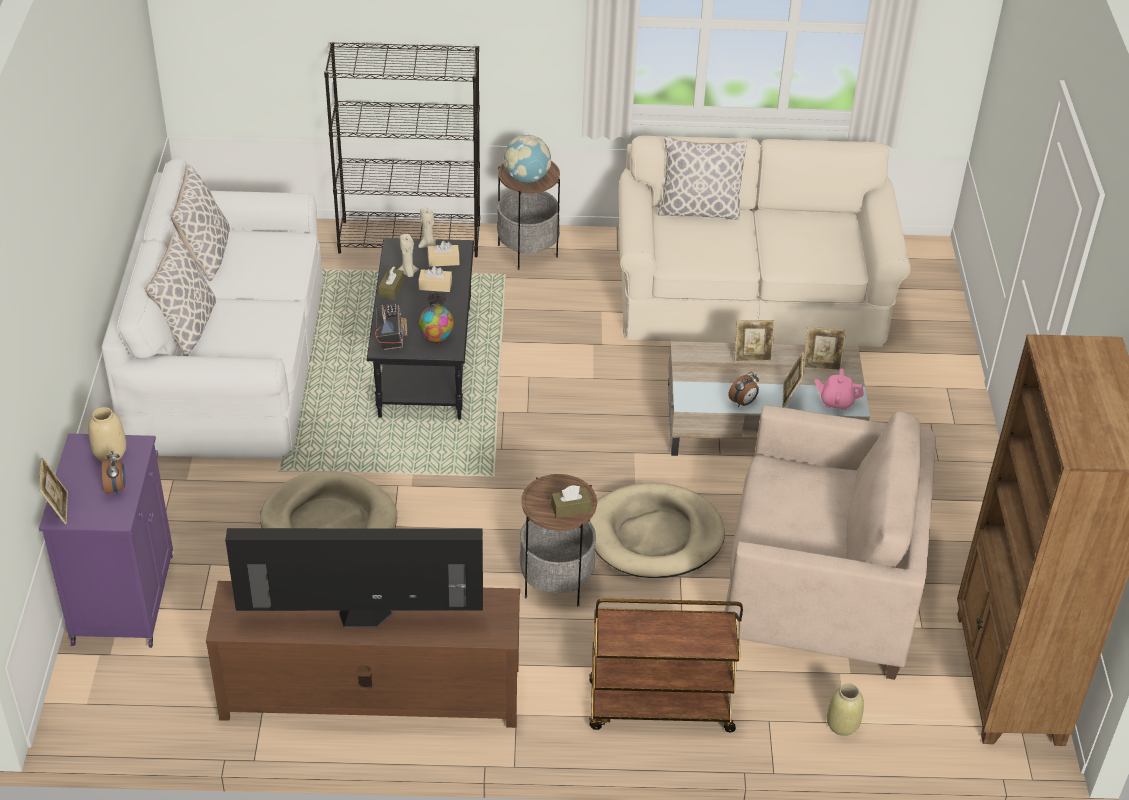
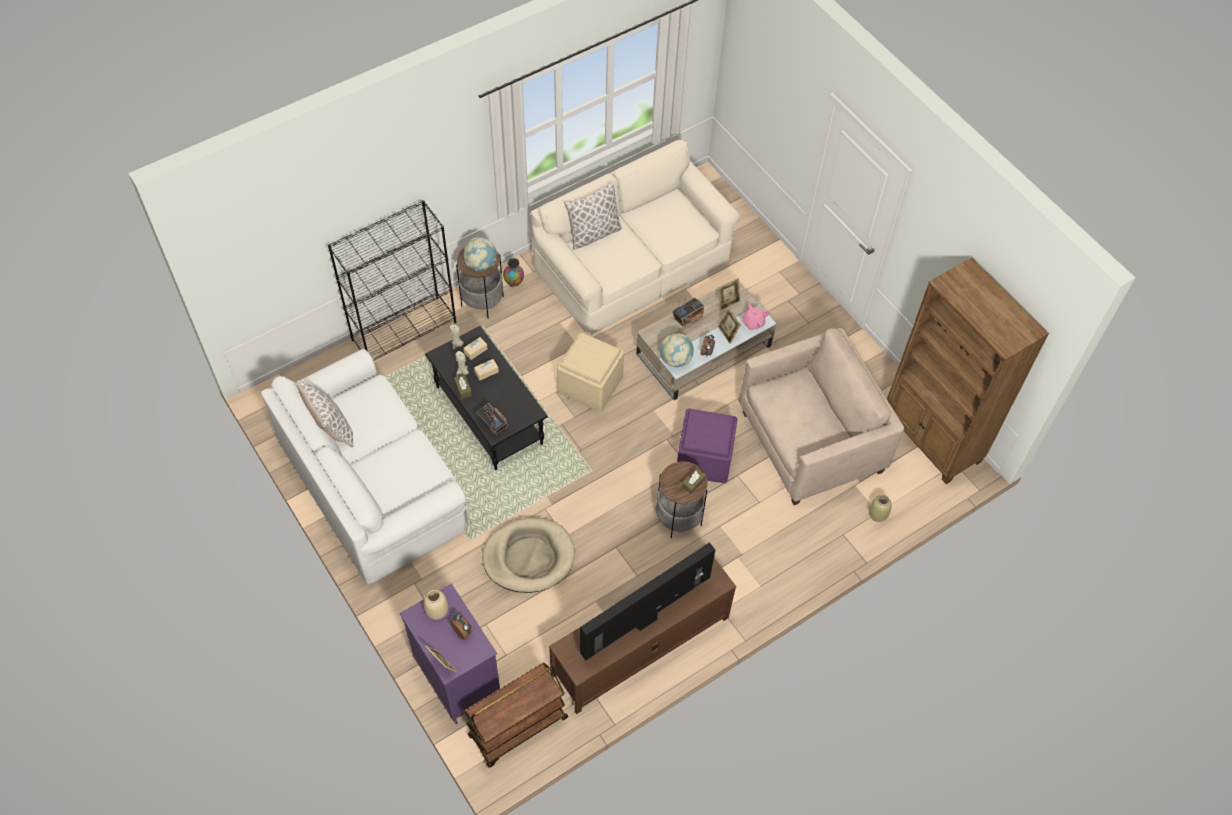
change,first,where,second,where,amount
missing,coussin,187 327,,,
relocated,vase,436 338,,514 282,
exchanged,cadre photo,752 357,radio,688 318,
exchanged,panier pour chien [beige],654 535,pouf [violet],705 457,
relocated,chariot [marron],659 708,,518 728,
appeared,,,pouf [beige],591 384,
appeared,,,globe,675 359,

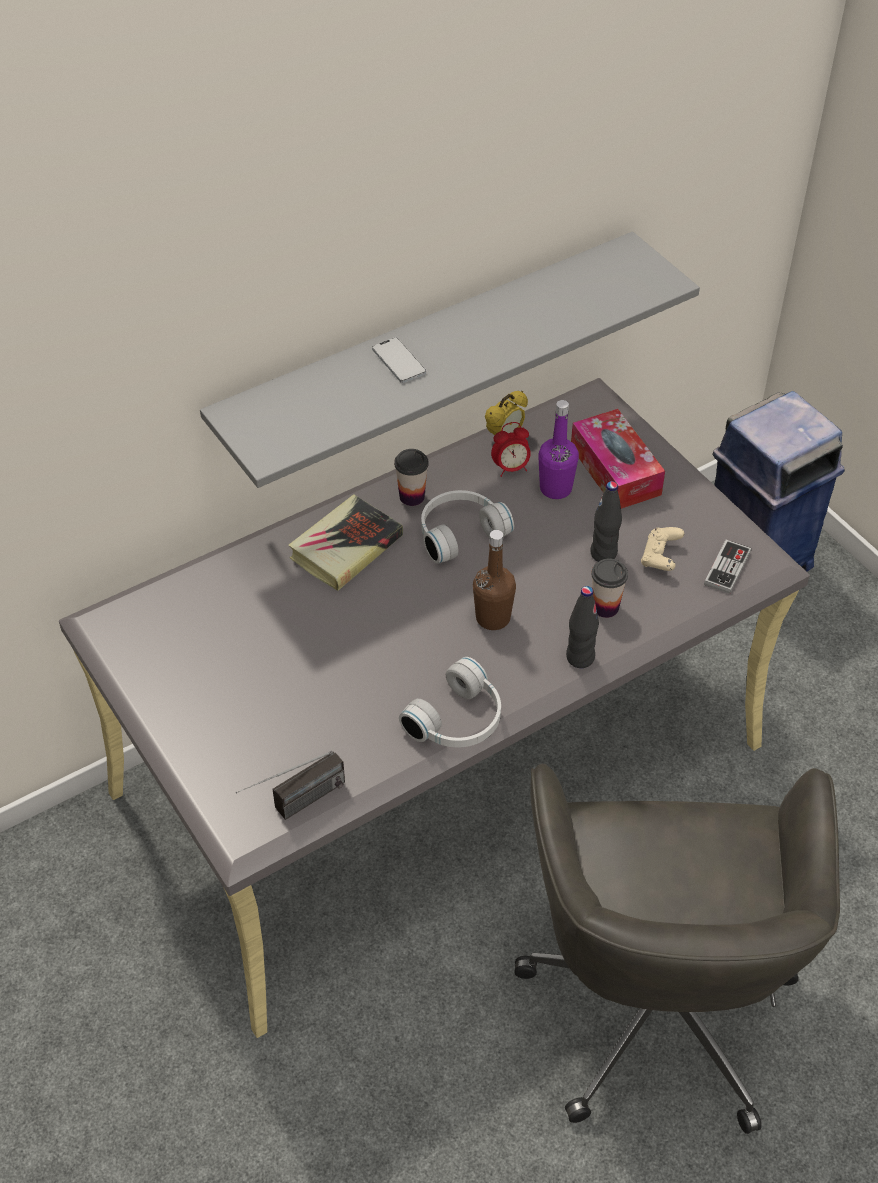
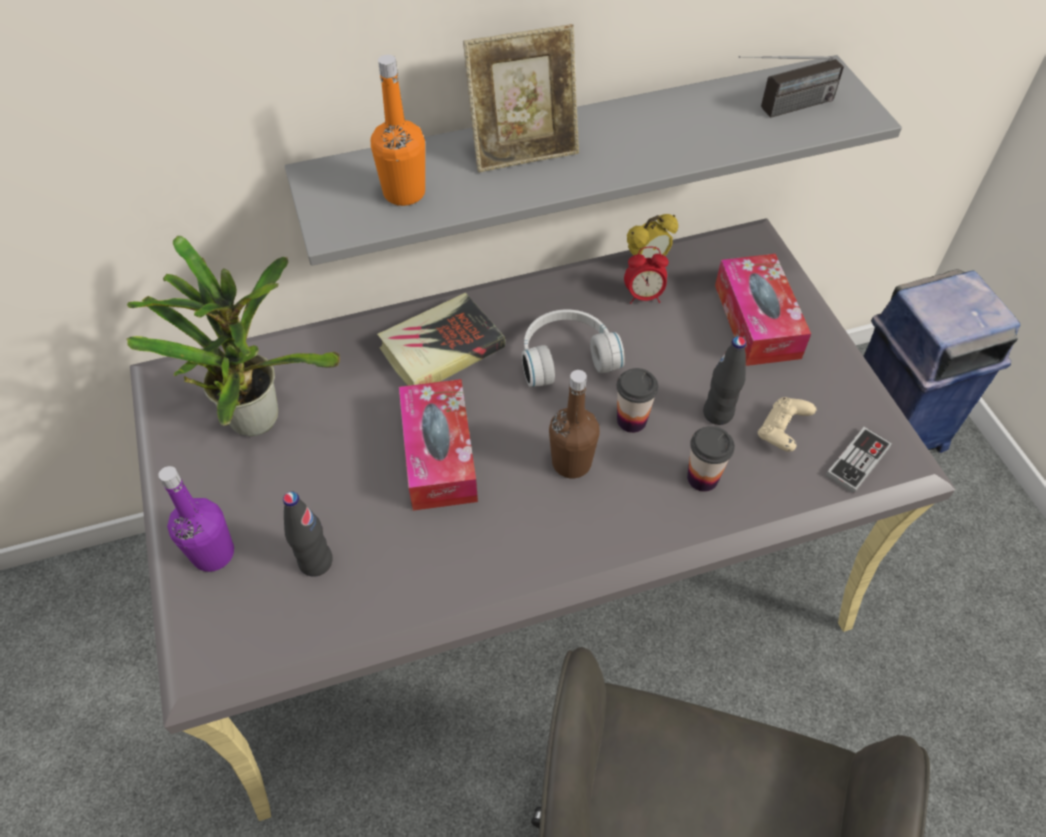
change,first,where,second,where,amount
exchanged,téléphone,399 361,cadre photo,524 151,
relocated,bouteille [violet],555 488,,213 553,
relocated,tasse,412 497,,631 420,
relocated,bouteille [noir],580 658,,315 562,
missing,casque audio [blanc],459 721,,,
relocated,radio,295 807,,781 109,
appeared,,,bouteille [orange],404 193,
appeared,,,plante en pot,254 413,
appeared,,,boîte à mouchoirs,439 455,

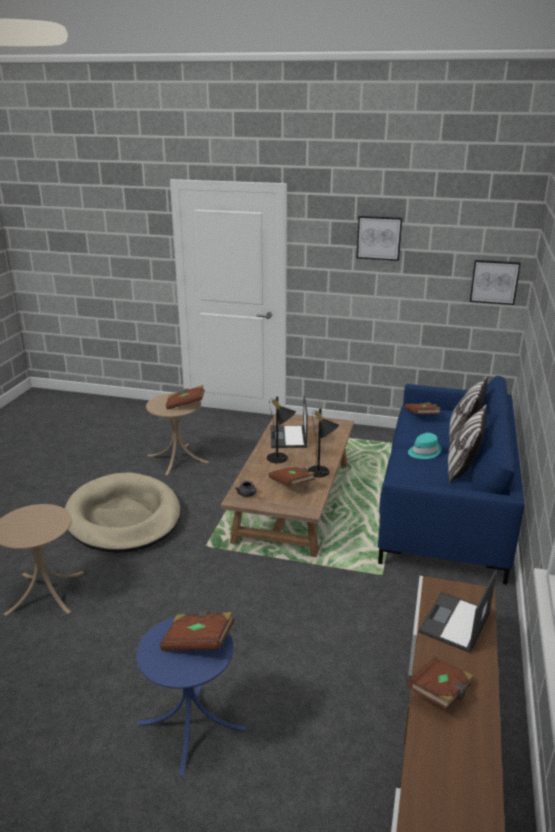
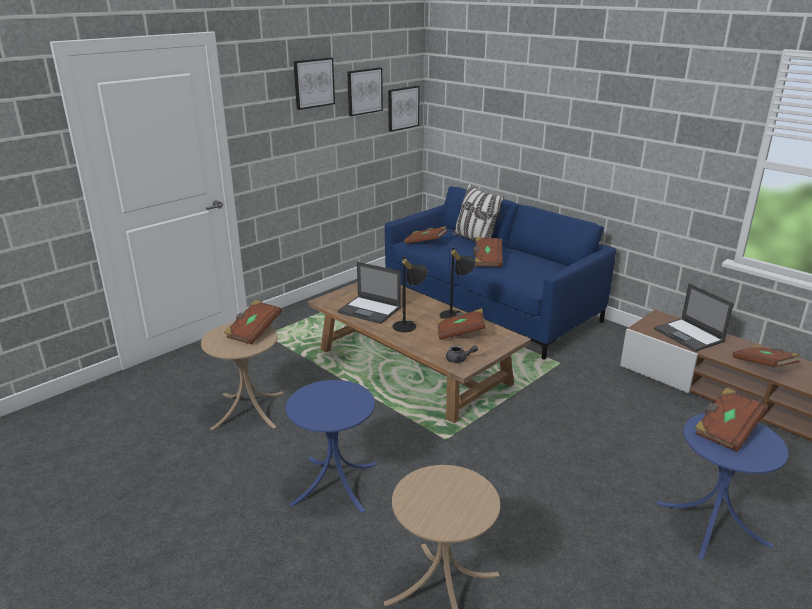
change,first,where,second,where,amount
missing,coussin,462 469,,,
exchanged,chapeau [turquoise],424 451,livre [marron],487 260,
exchanged,panier pour chien [beige],123 517,table d'appoint [bleu],335 483,
appeared,,,tableau,364 91,

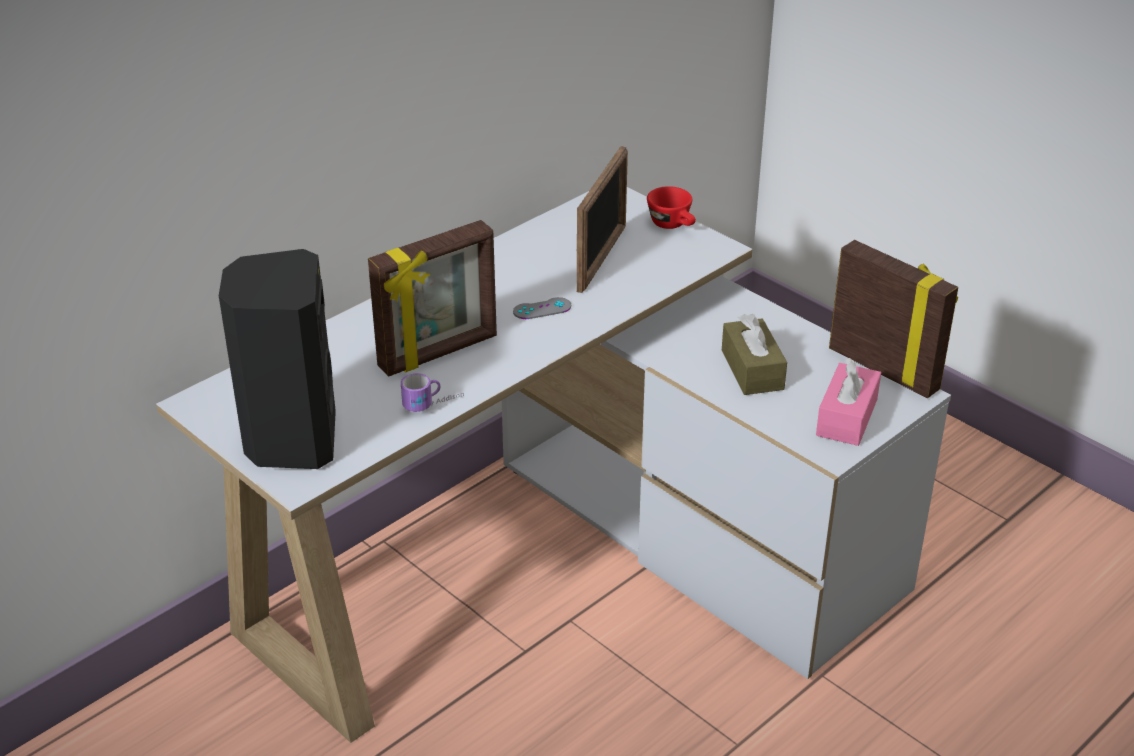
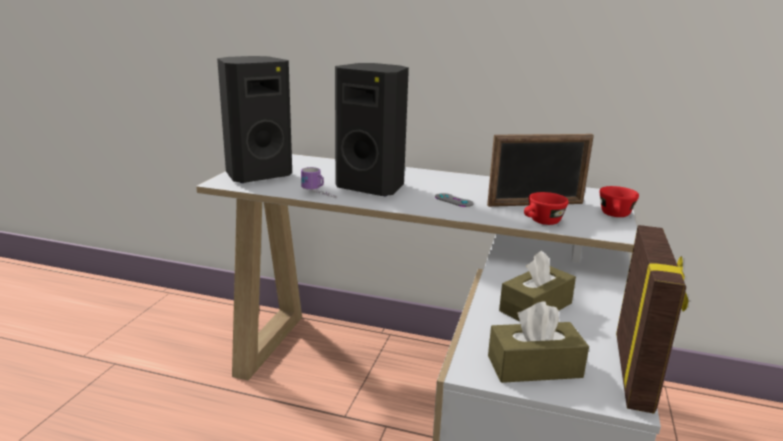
change,first,where,second,where,amount
exchanged,cadre photo,439 353,enceinte [noir],372 187,
colour,boîte à mouchoirs [rose],846 417,boîte à mouchoirs [marron],534 367,
appeared,,,tasse [rouge],541 222,

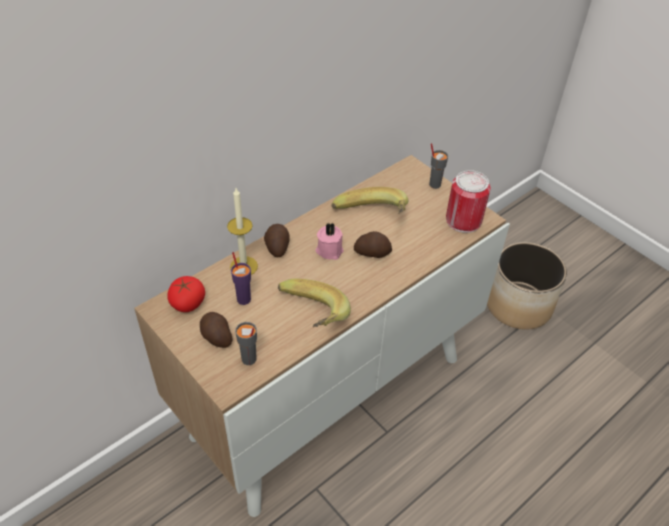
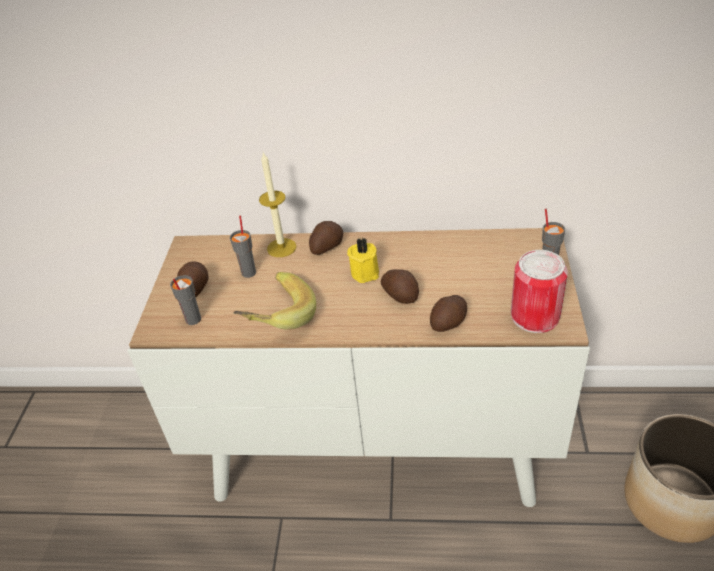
change,first,where,second,where,amount
missing,banane,371 219,,,
colour,bougie [rose],329 249,bougie [jaune],366 271,
colour,tasse [violet],244 299,tasse [gris],249 272,
missing,tomate,187 303,,,
appeared,,,pomme de terre,449 322,

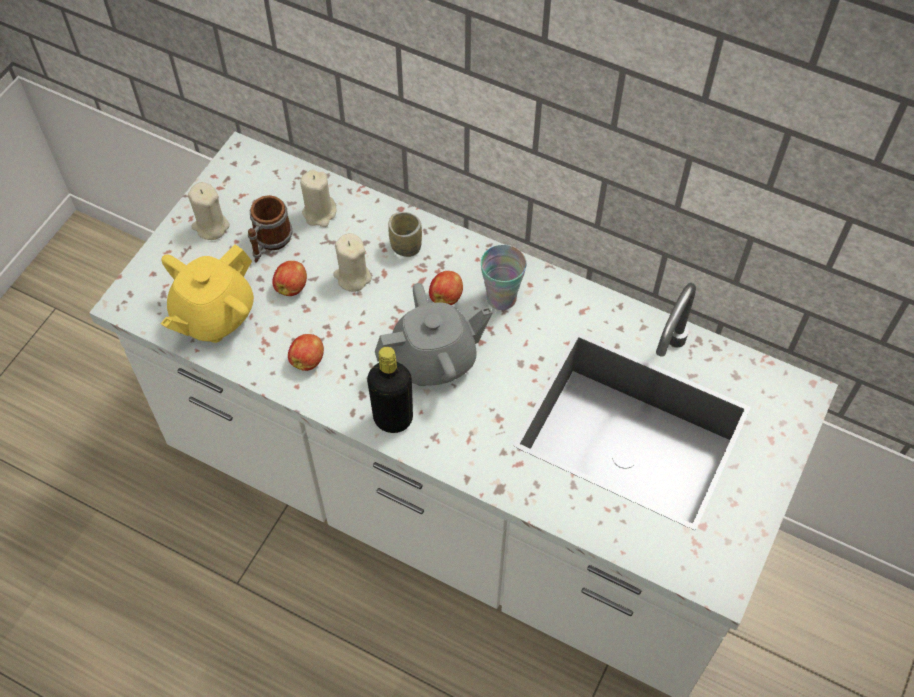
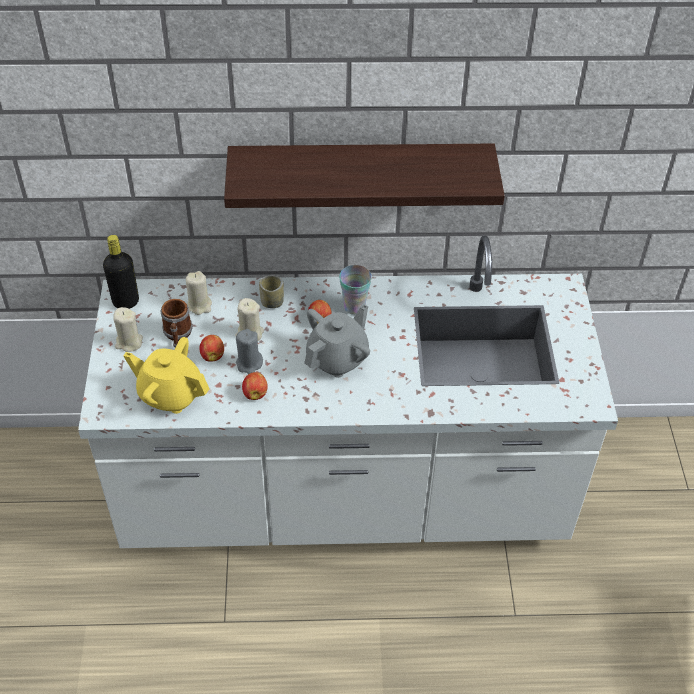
change,first,where,second,where,amount
spun,théière [jaune],213 315,,170 394,105 degrees clockwise
relocated,bouteille [noir],393 418,,126 302,
appeared,,,étagère,360 174,
appeared,,,bougie [gris],249 364,

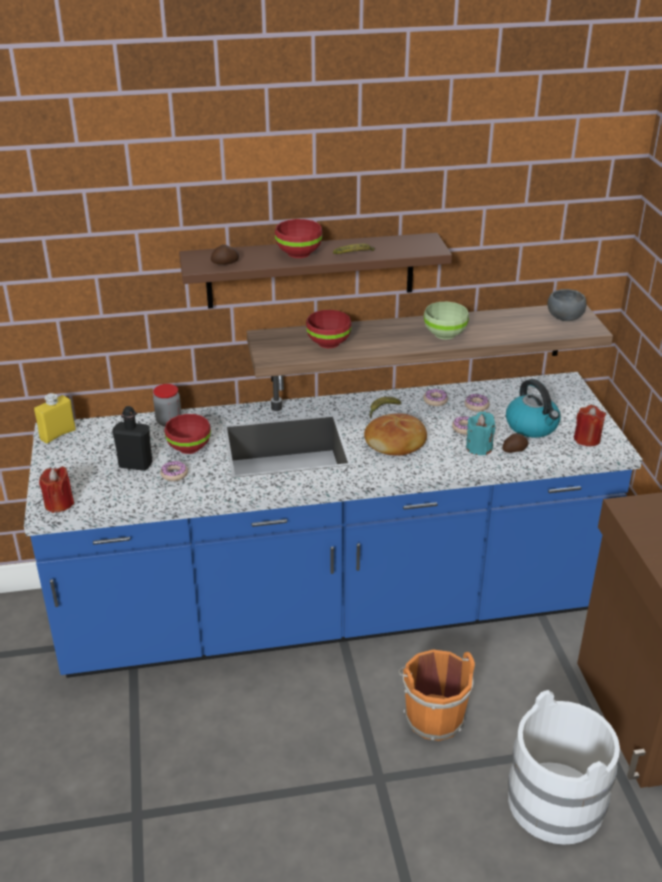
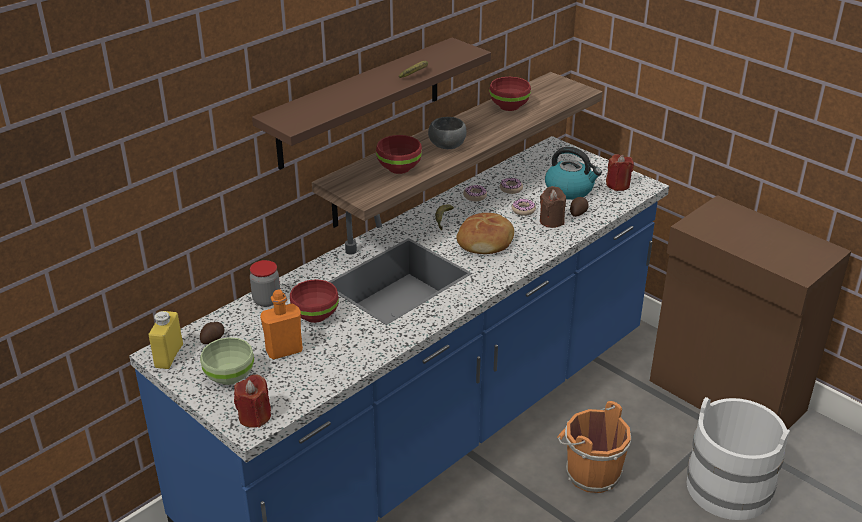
change,first,where,second,where,amount
relocated,bol [rouge],298 253,,509 107,
relocated,pomme de terre,225 263,,213 339,
relocated,bol [gris],565 318,,448 146,
relocated,bol [vert],445 334,,230 376,
colour,bouteille [noir],135 464,bouteille [orange],284 351,
colour,bougie [turquoise],479 448,bougie [marron],551 221,
missing,beignet,174 474,,,

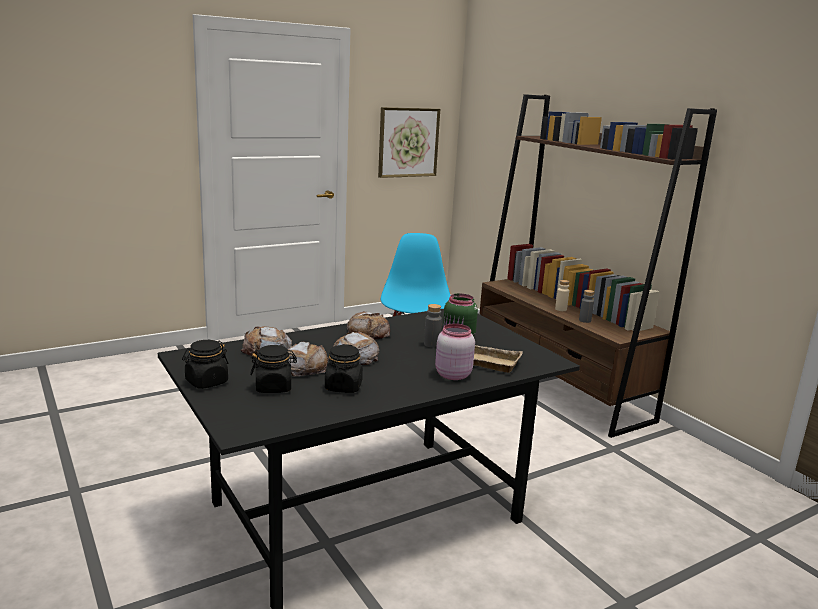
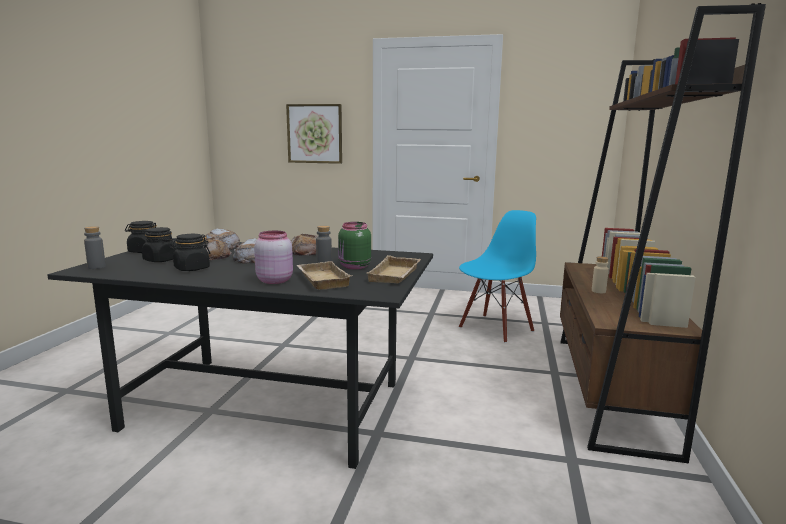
change,first,where,second,where,amount
relocated,tableau,408 142,,314 134,
relocated,bouteille [gris],585 320,,96 267,
appeared,,,plateau [beige],396 275,

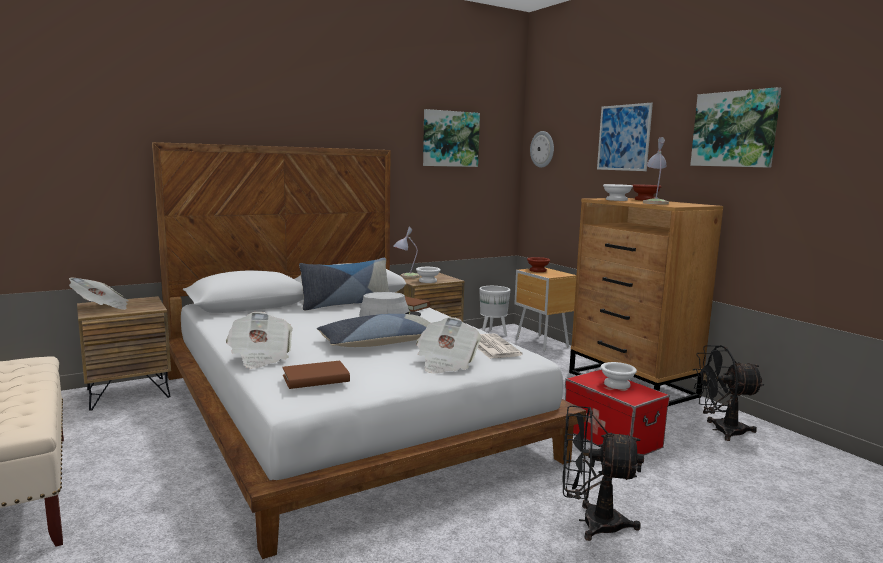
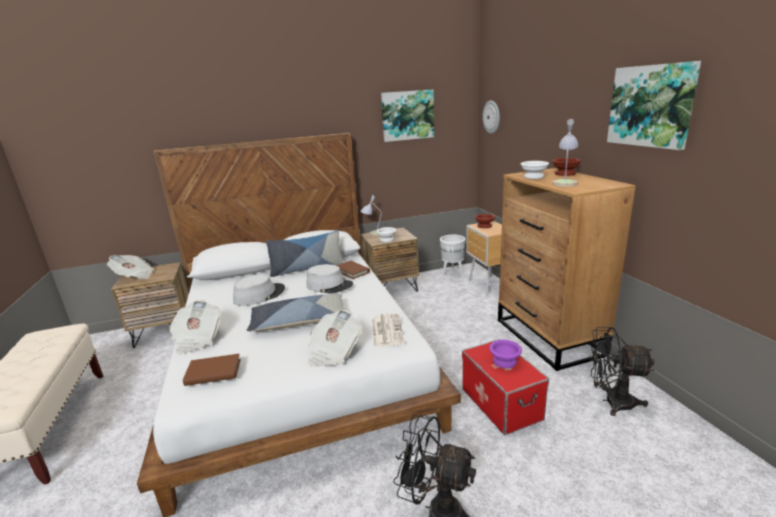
change,first,where,second,where,amount
missing,tableau,623 137,,,
colour,bol [blanc],618 384,bol [violet],505 361,
appeared,,,chapeau [gris],259 295,

